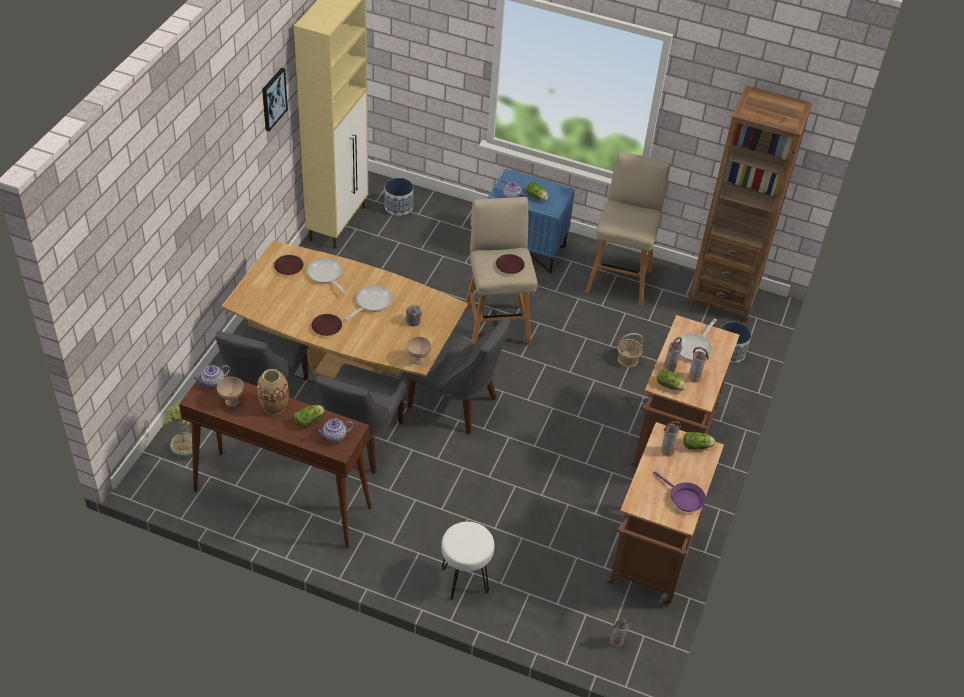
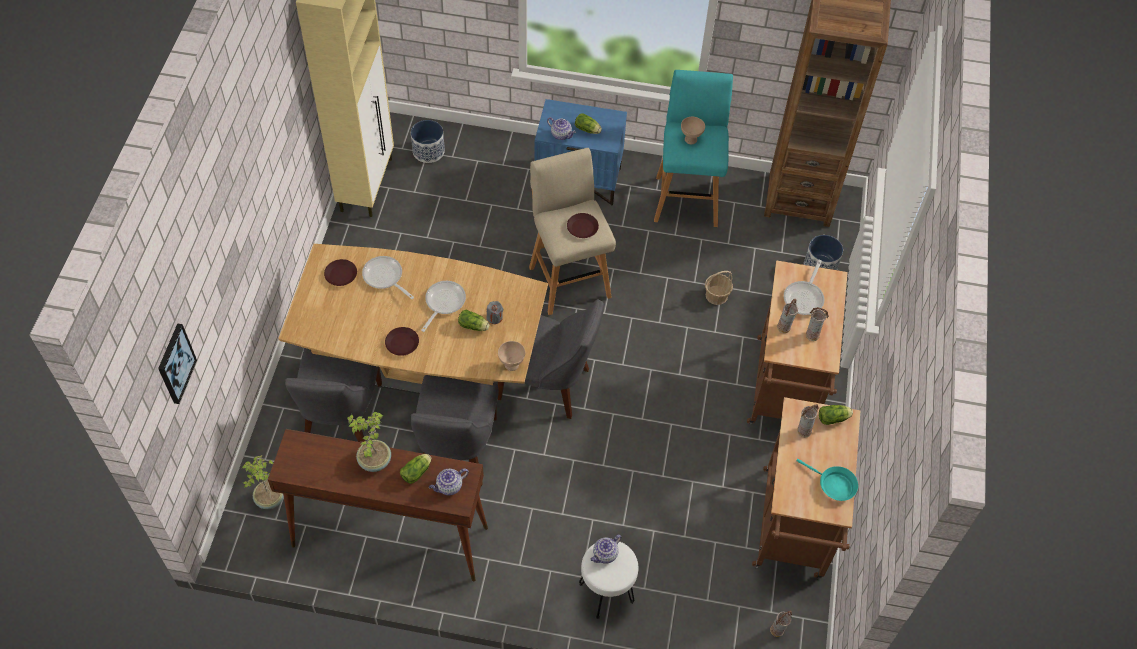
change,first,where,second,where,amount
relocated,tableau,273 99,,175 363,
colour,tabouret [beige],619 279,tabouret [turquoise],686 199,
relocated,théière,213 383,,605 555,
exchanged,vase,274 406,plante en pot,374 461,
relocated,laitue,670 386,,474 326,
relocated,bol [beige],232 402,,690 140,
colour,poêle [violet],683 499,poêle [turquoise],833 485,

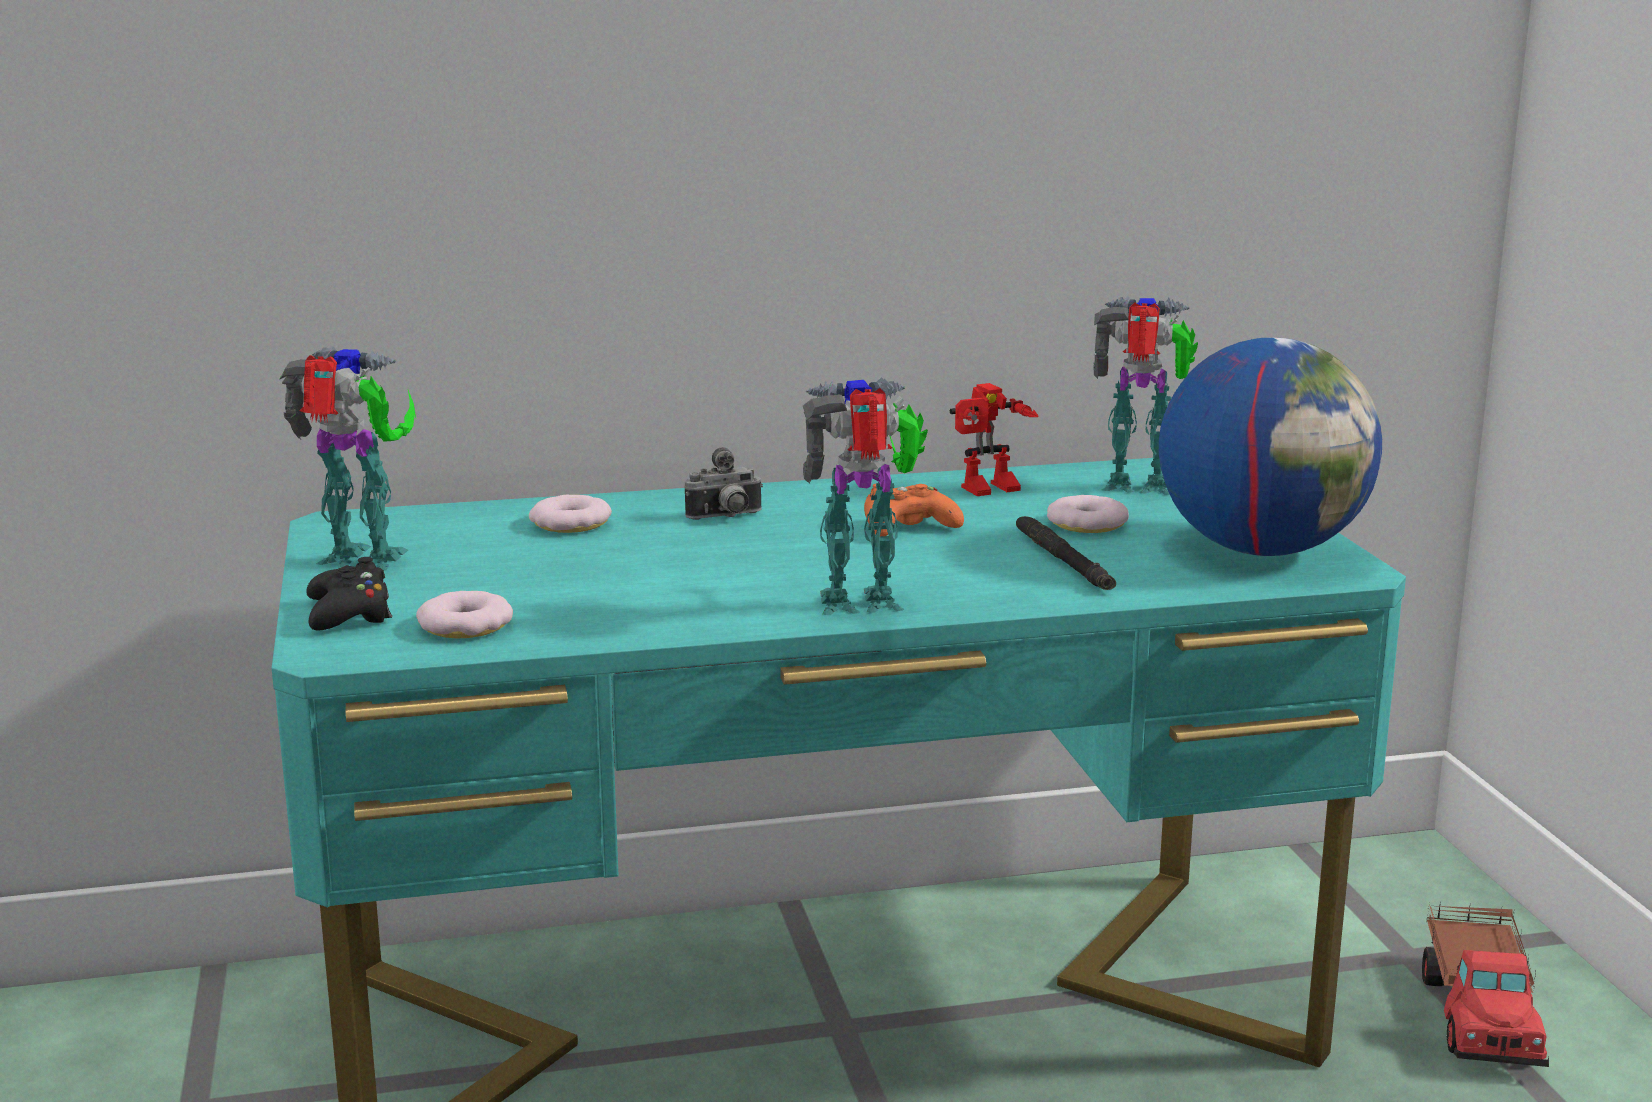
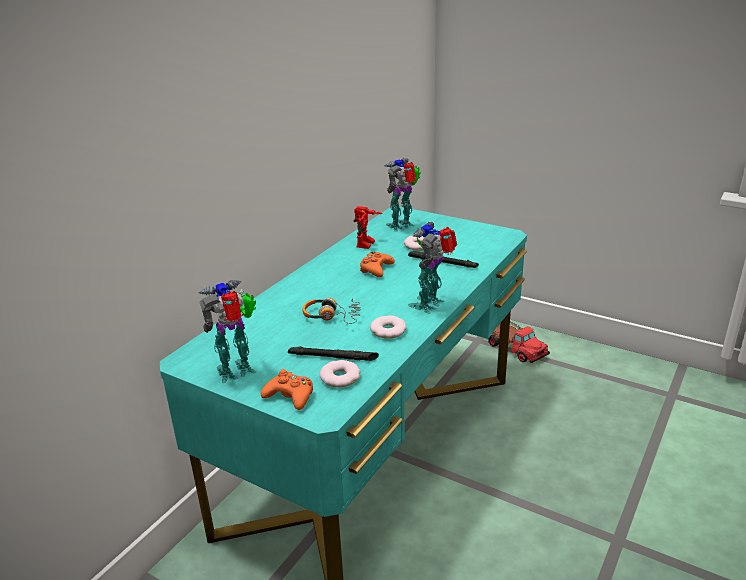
change,first,where,second,where,amount
missing,globe,1261 550,,,
missing,appareil photo,726 517,,,
relocated,beignet,571 523,,388 331,
colour,manette [noir],349 614,manette [orange],290 396,
appeared,,,casque audio,332 316,
appeared,,,lampe de poche [noir],333 357,

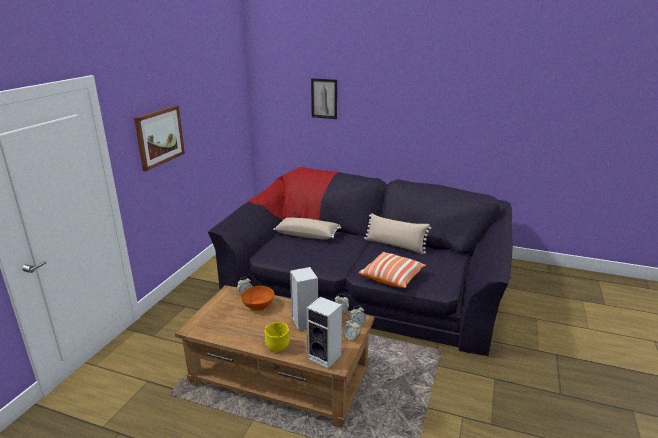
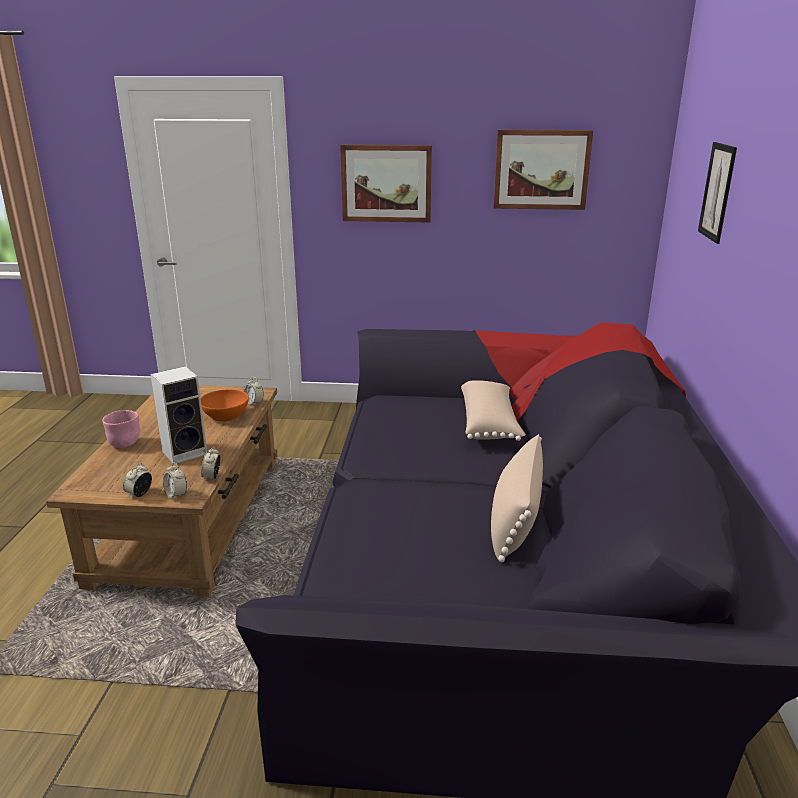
change,first,where,second,where,amount
missing,coussin,392 277,,,
missing,enceinte,325 357,,,
colour,bol [jaune],277 346,bol [rose],125 443,
appeared,,,tableau,541 169,

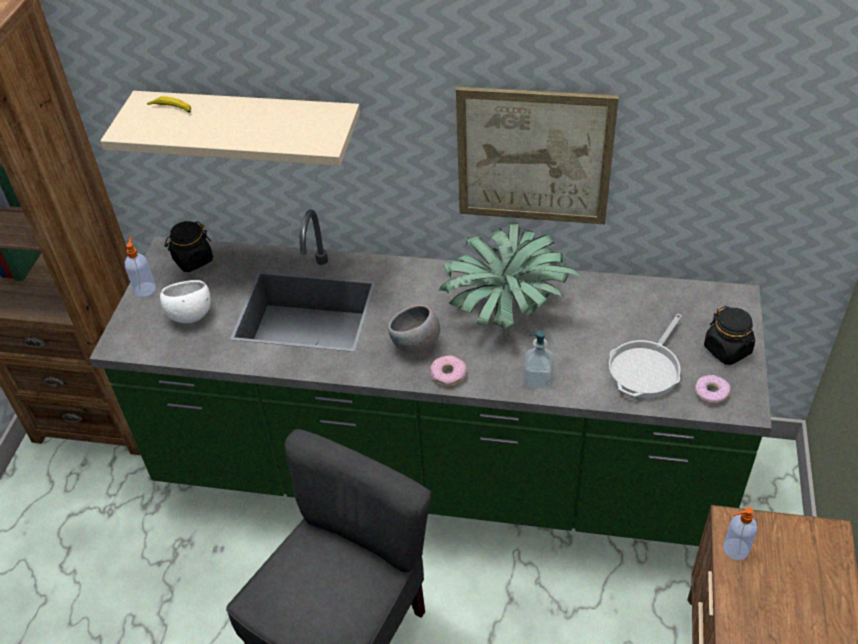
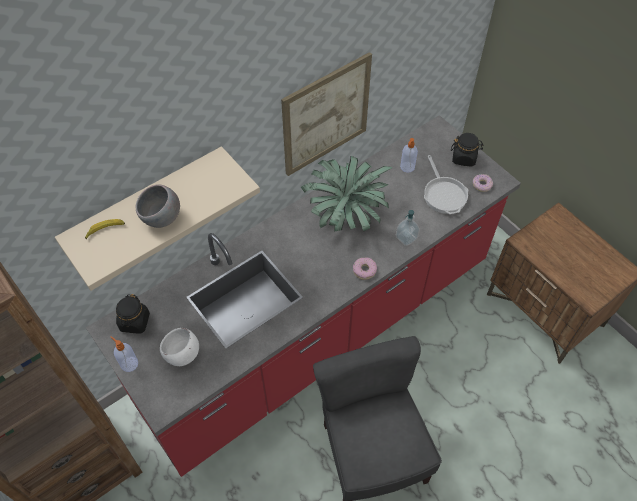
change,first,where,second,where,amount
colour,comptoir de cuisine [vert],438 471,comptoir de cuisine [rouge],318 331,
relocated,bol [gris],416 345,,162 218,
relocated,distributeur de savon,734 549,,407 167,

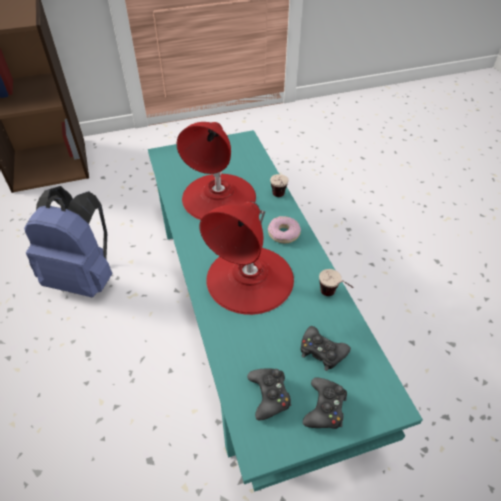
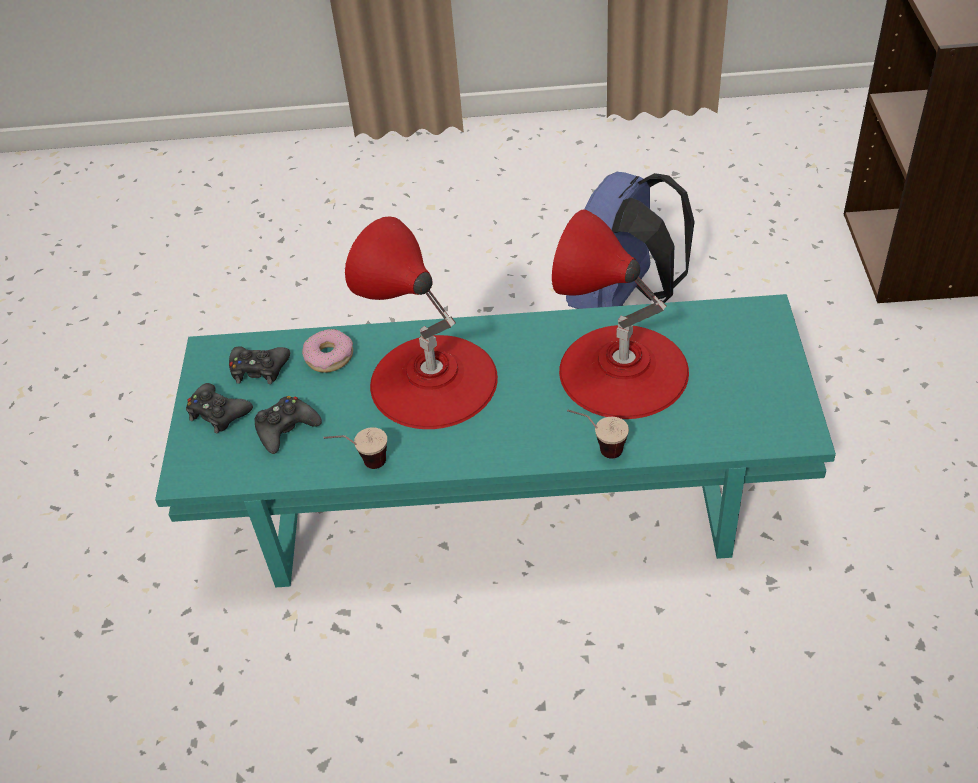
change,first,where,second,where,amount
relocated,beignet,283 233,,329 357,

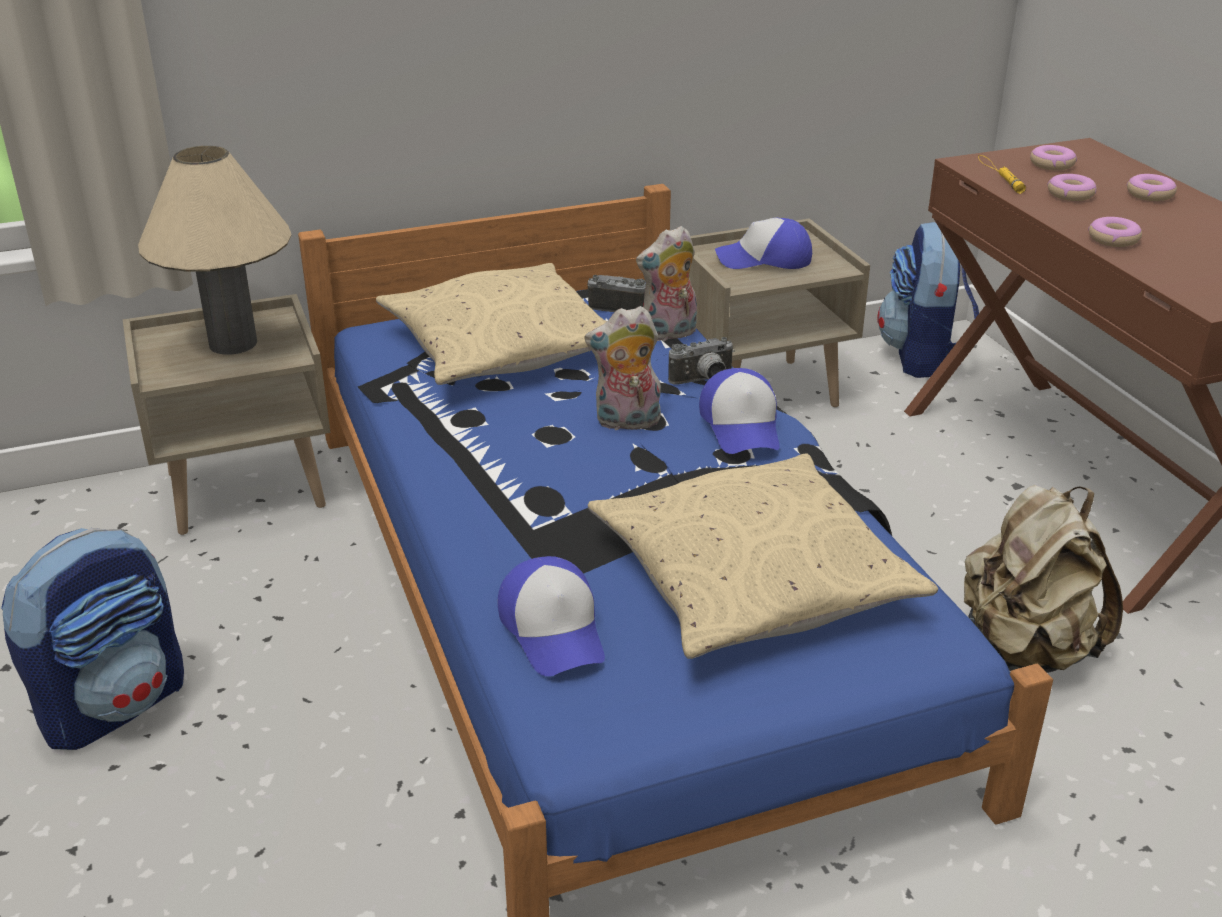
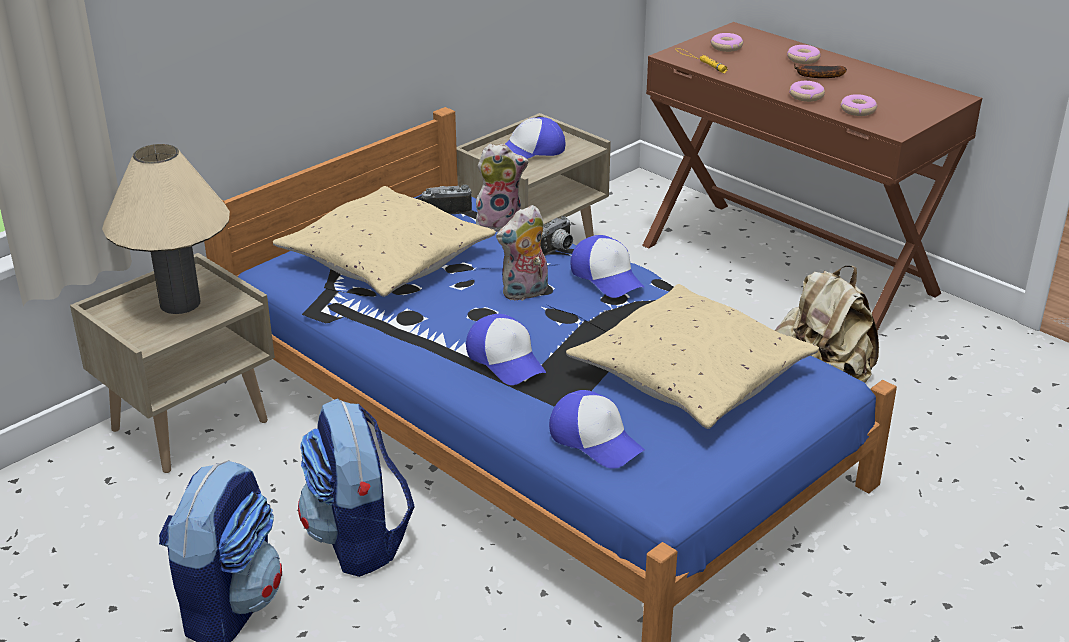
change,first,where,second,where,amount
relocated,beignet,1070 194,,857 110,
relocated,sac à dos,922 357,,358 540,
spun,peluche,669 334,,499 222,135 degrees counterclockwise
appeared,,,banane,816 76,
appeared,,,casquette,506 360,

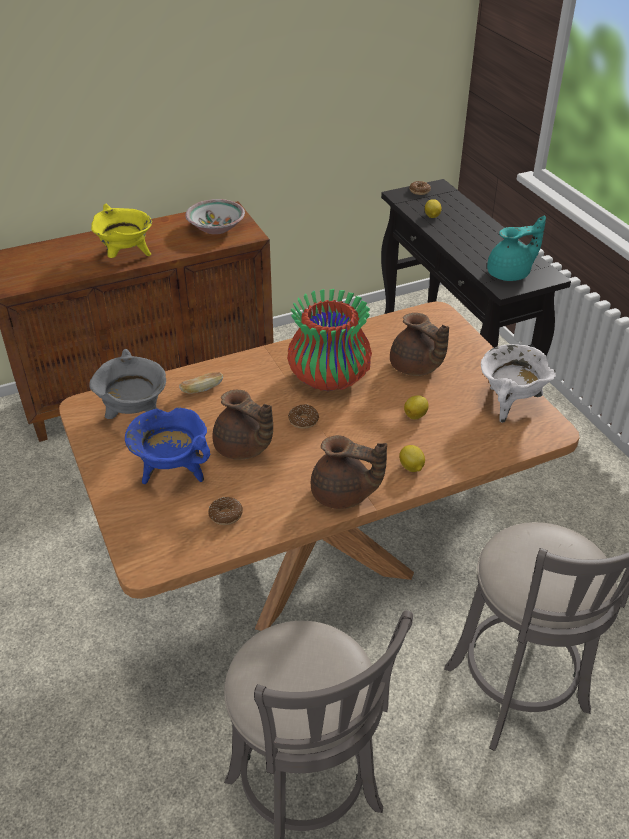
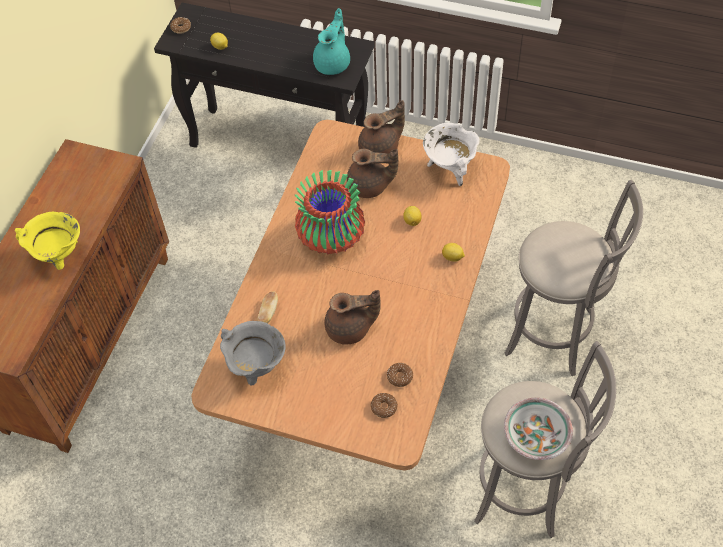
change,first,where,second,where,amount
relocated,bol,216 228,,535 435,
relocated,beignet,303 420,,384 407,
missing,marmite [bleu],172 472,,,
relocated,théière [marron],343 495,,381 149,

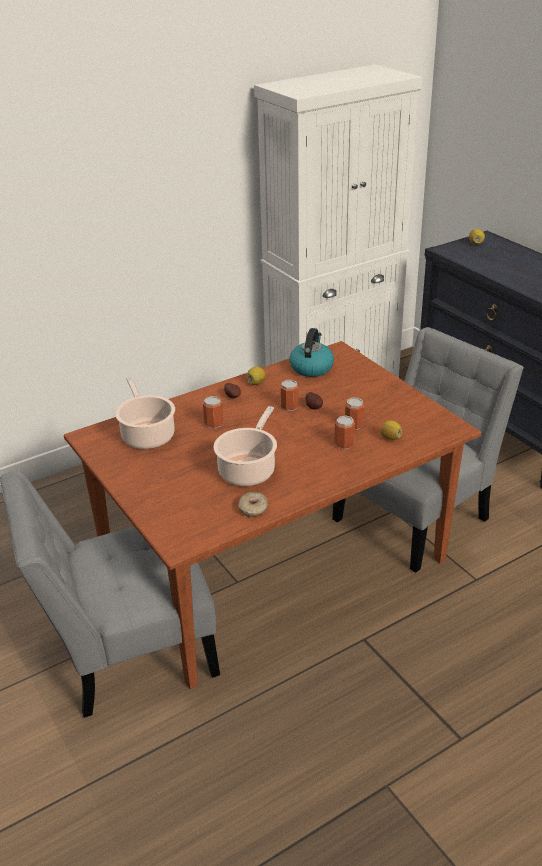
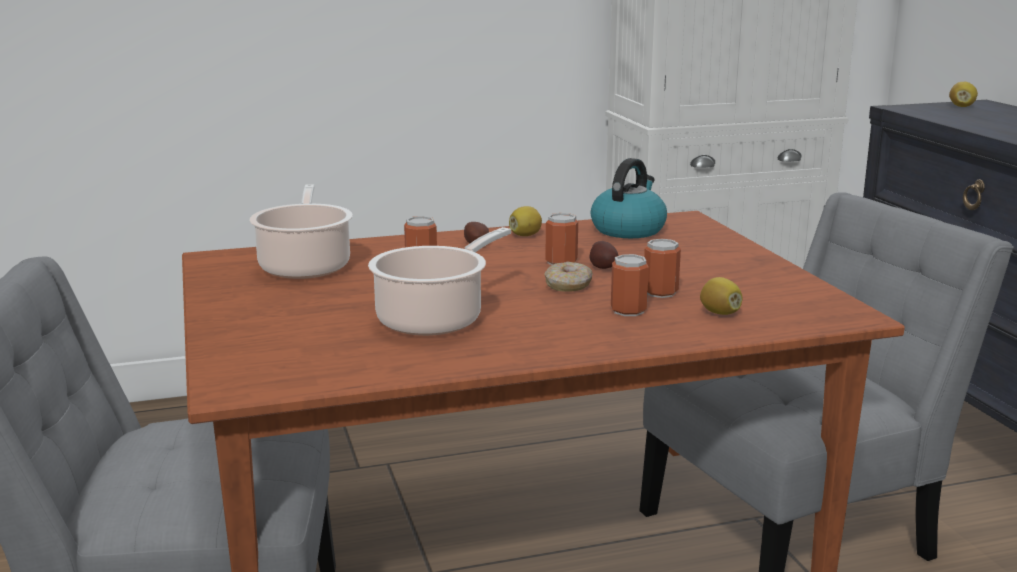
change,first,where,second,where,amount
relocated,beignet,253 509,,568 285,

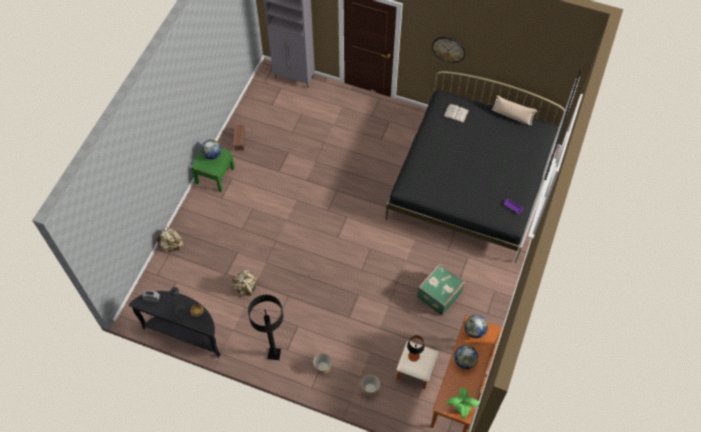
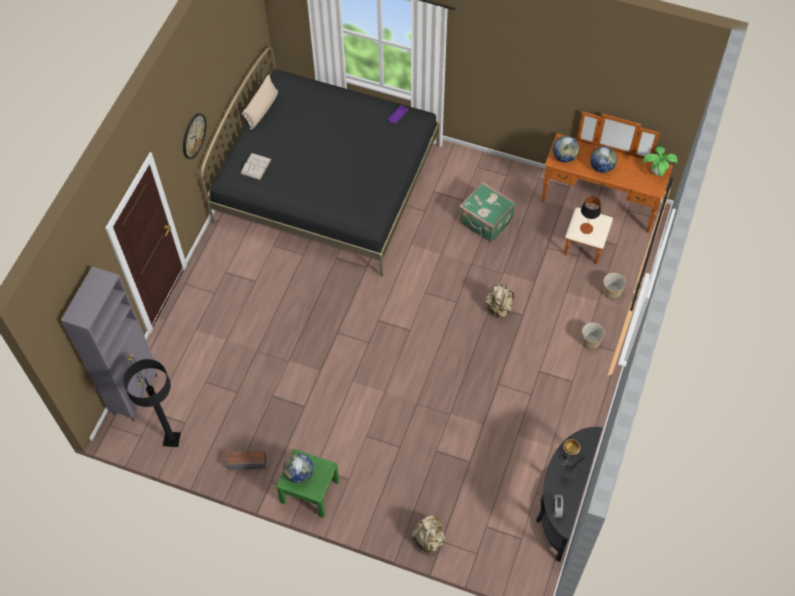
change,first,where,second,where,amount
relocated,sac à dos [beige],245 287,,498 308,
relocated,lampadaire [noir],274 354,,172 439,

